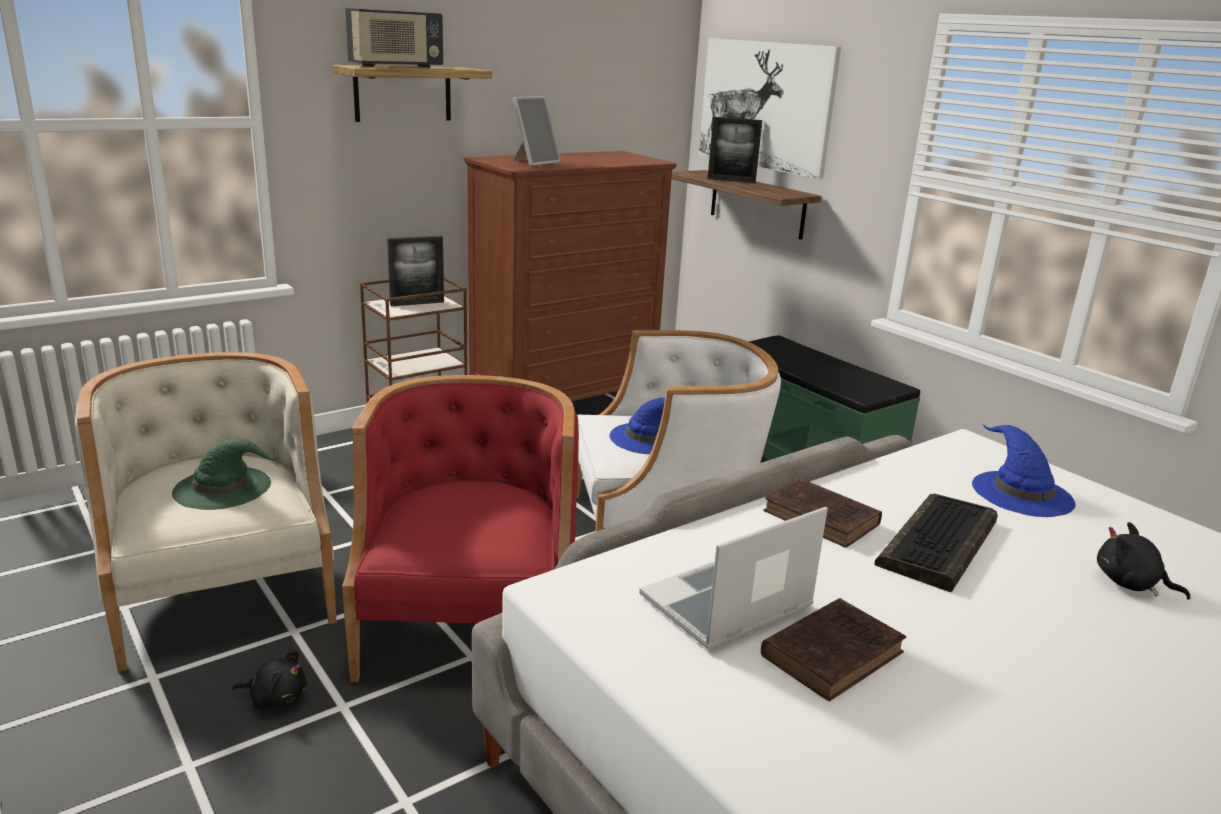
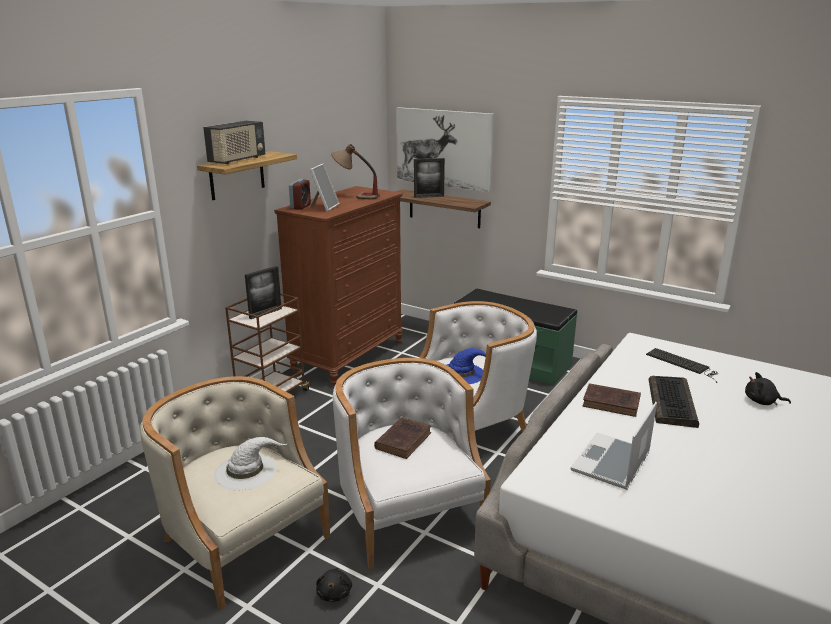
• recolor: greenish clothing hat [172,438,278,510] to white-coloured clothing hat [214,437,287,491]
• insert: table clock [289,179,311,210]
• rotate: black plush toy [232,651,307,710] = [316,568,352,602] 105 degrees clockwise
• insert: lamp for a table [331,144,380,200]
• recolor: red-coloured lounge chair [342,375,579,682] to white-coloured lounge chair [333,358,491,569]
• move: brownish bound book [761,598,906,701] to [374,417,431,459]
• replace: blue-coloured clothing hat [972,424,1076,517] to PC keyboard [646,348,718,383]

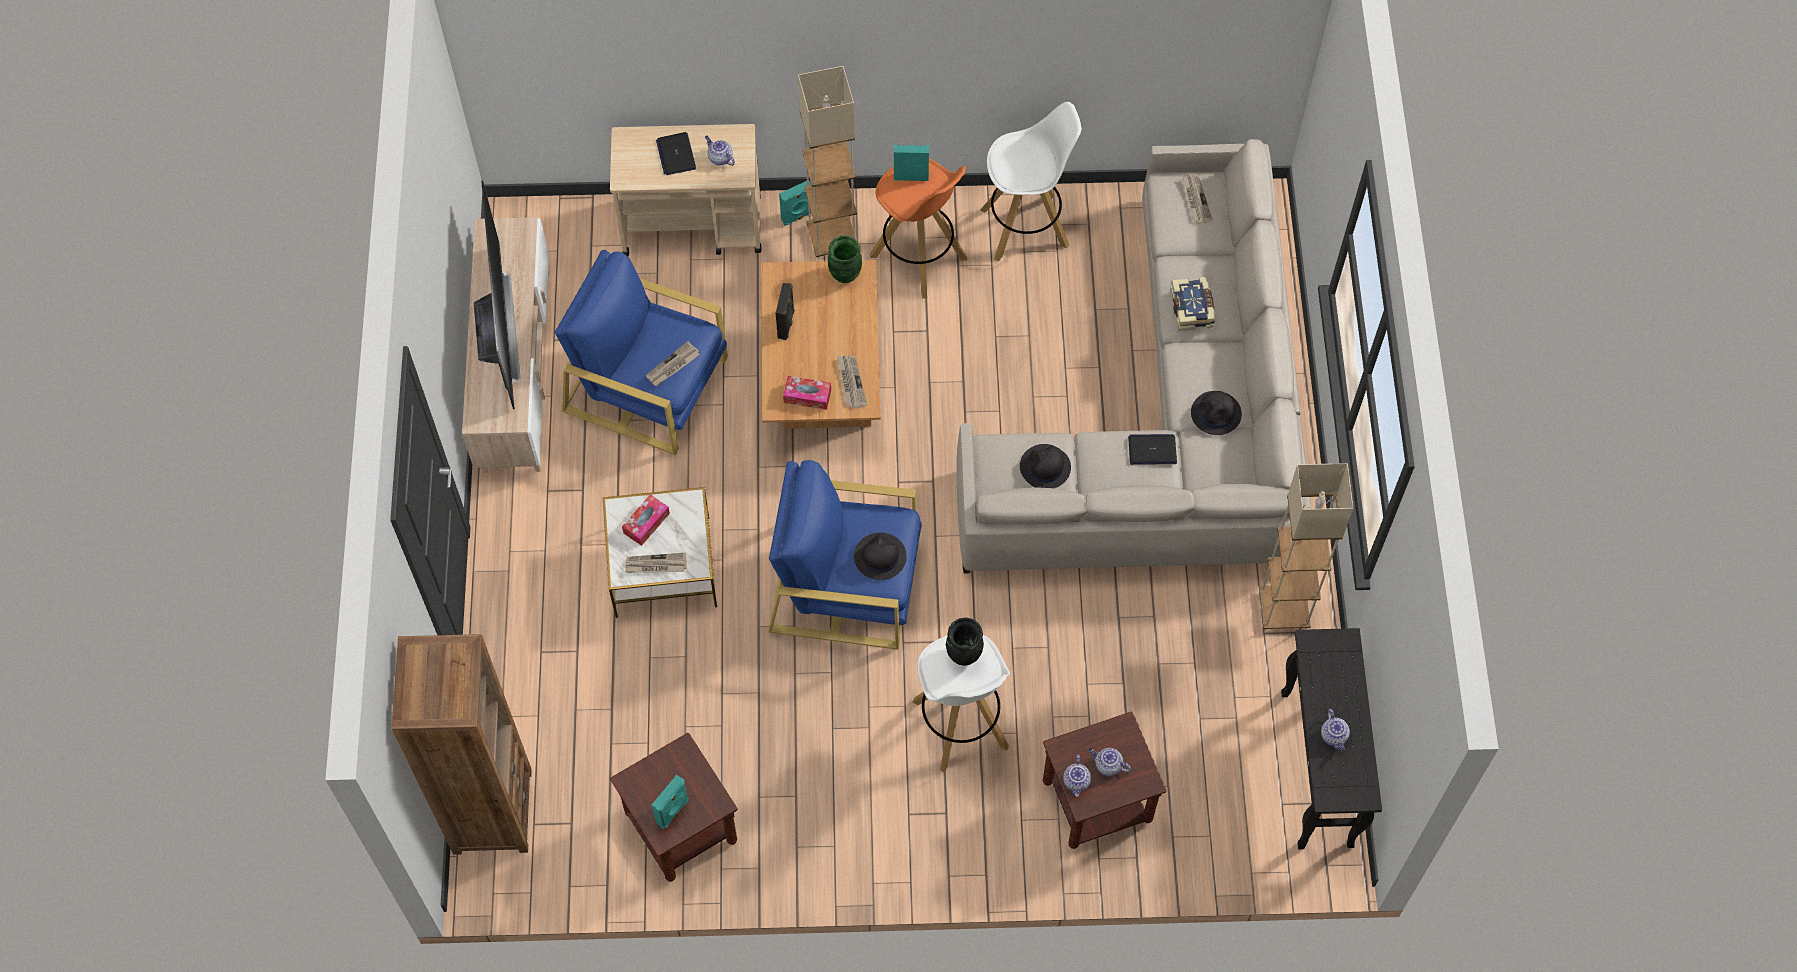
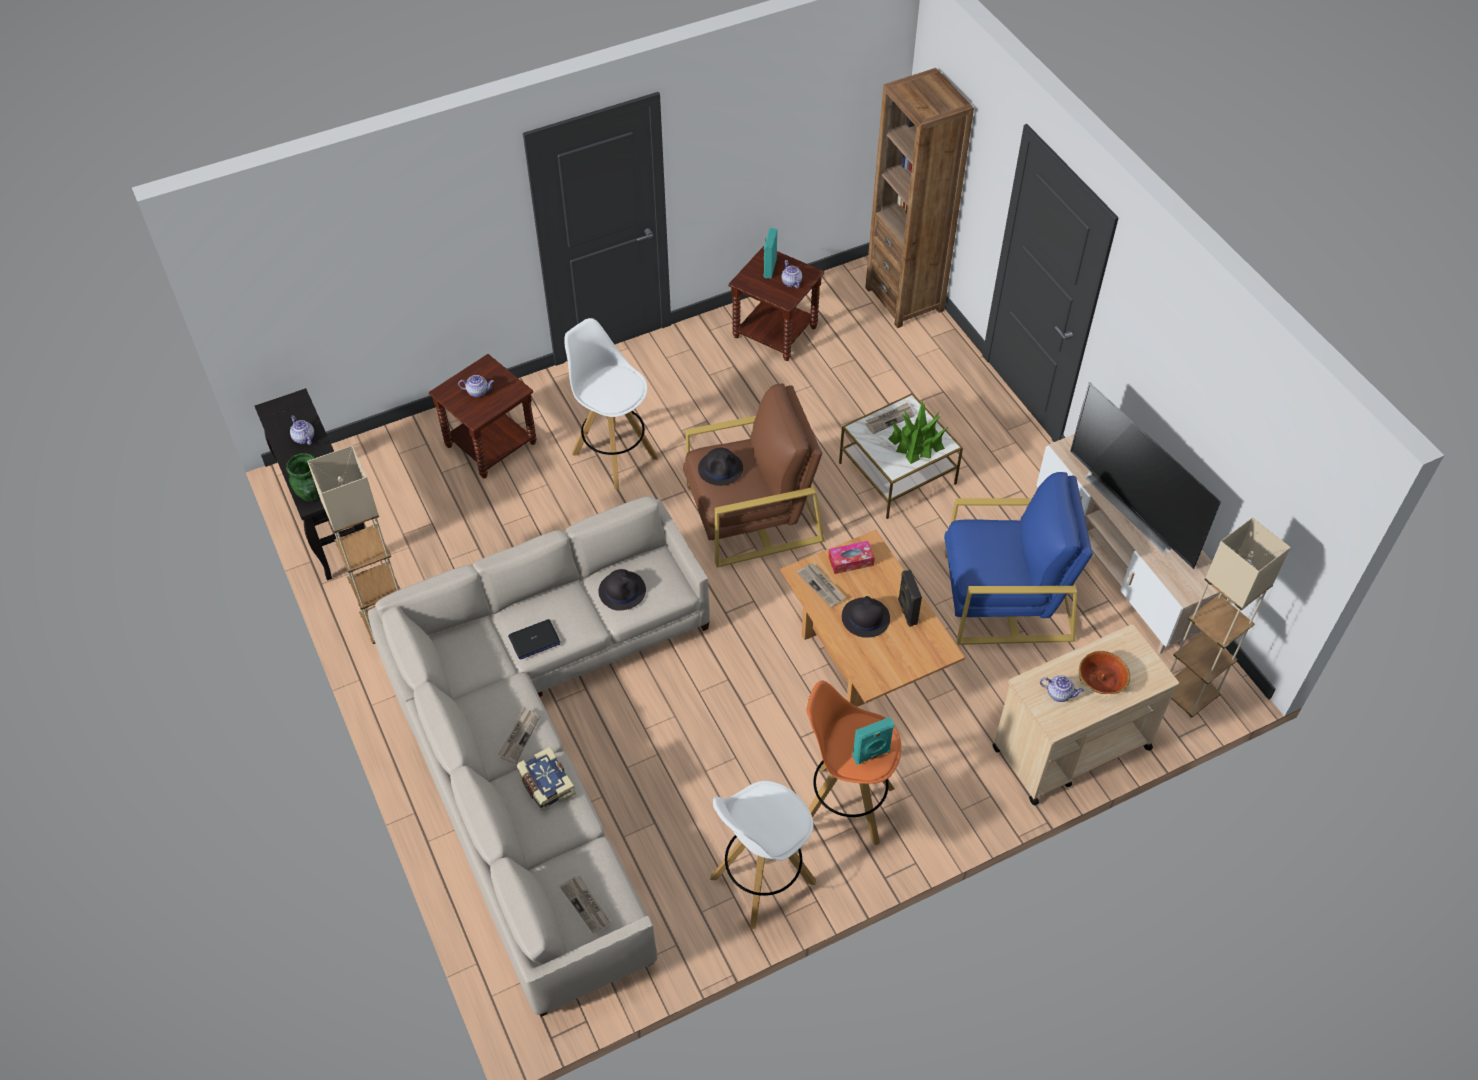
• move: greenish decorative vase [828,236,862,283] to [286,453,320,502]
• move: daily paper [646,341,700,386] to [498,707,541,764]
• recolor: blue-coloured lounge chair [768,460,922,650] to brownish lounge chair [683,384,825,568]
• move: teapot [1063,755,1091,797] to [782,260,802,288]
• move: black clothing hat [1191,391,1242,435] to [842,596,890,638]
• replace: box of tissues [622,494,670,546] to potted plant [888,399,948,464]
• replace: laptop [656,132,696,175] to bowl [1079,651,1130,694]
• move: sand-coloured standing lamp [798,66,857,259] to [1170,517,1291,718]
• delete: blue-green loudspeaker [779,181,812,226]
• delete: black decorative vase [946,617,984,666]

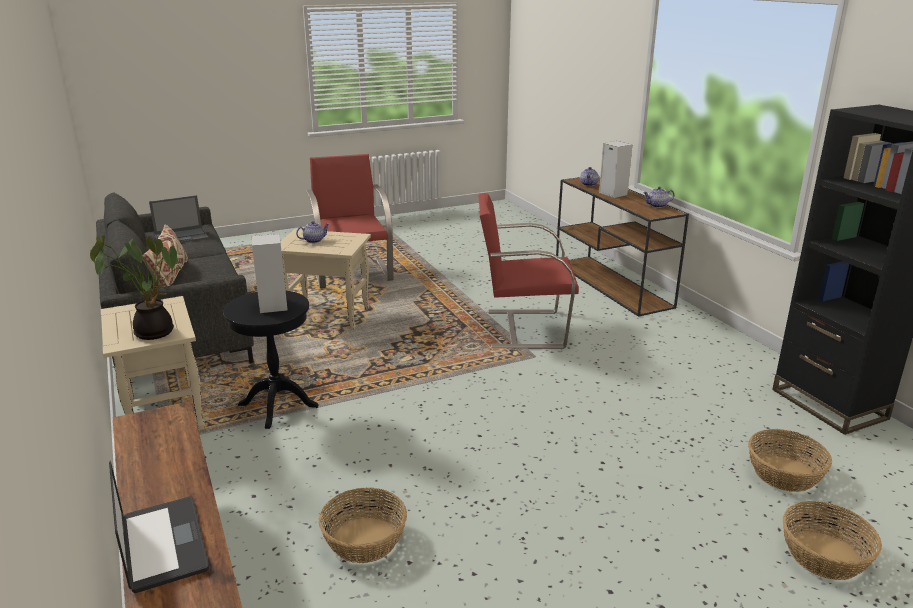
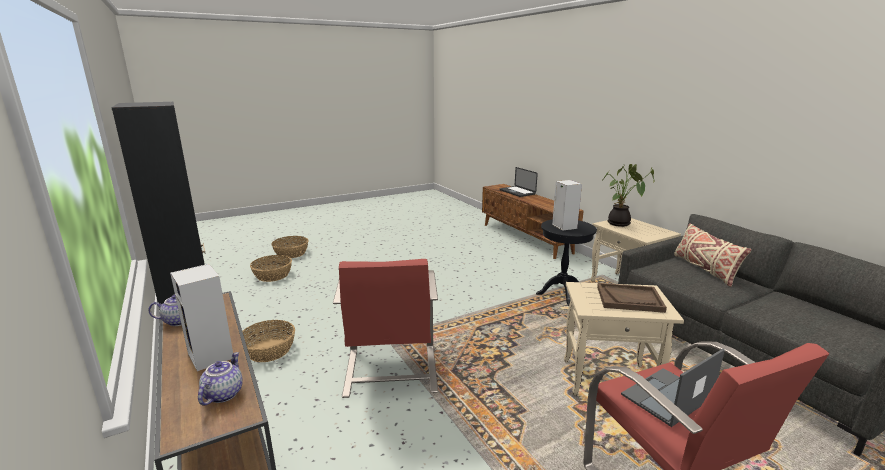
• move: basket [318,487,407,563] to [242,320,295,362]
• rotate: red-coloured lounge chair [478,193,579,349] = [333,259,438,398] 90 degrees clockwise
• replace: teapot [296,221,329,243] to brownish tray [597,283,667,313]
• move: laptop [149,195,209,243] to [621,349,725,427]

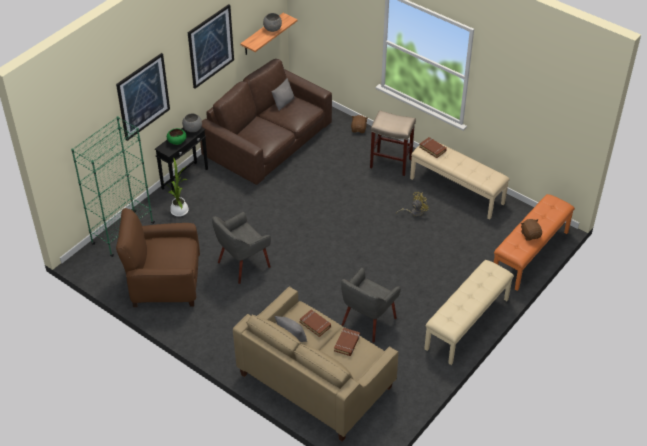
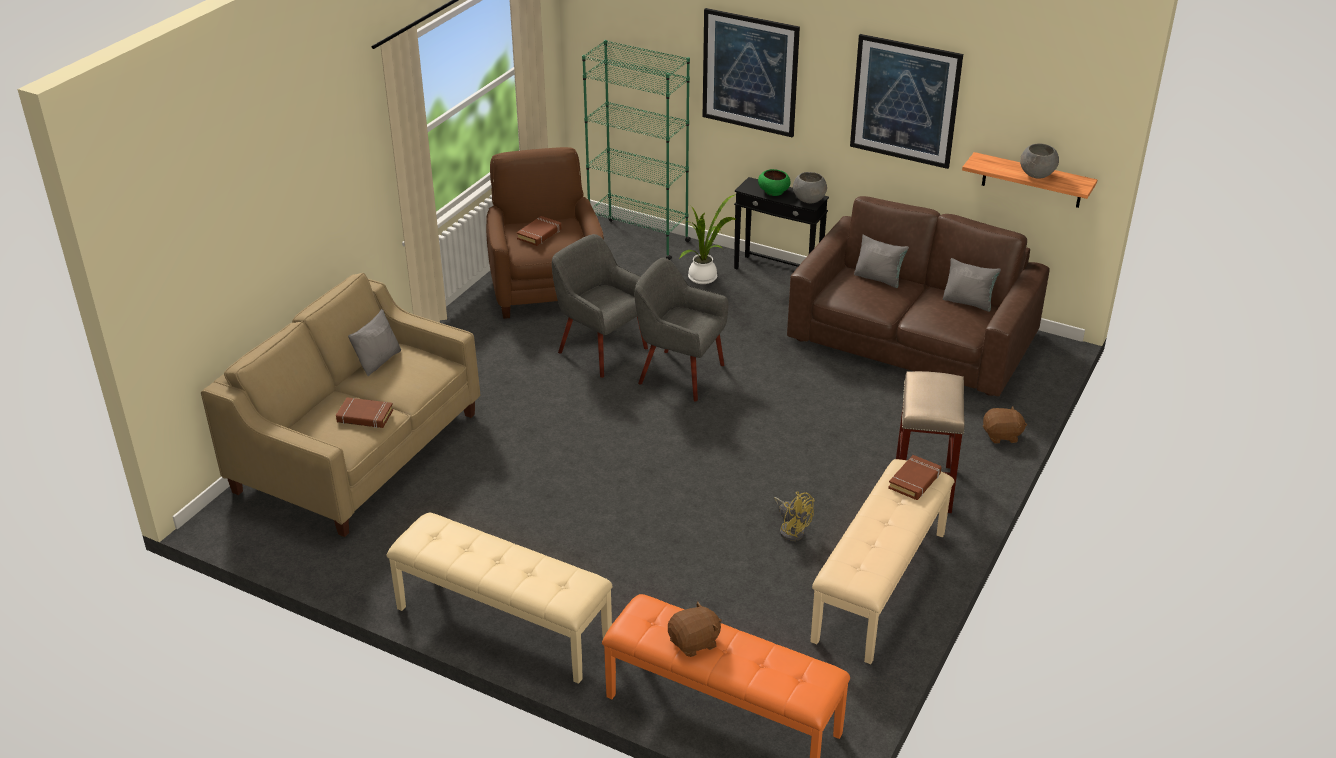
• move: brownish bound book [299,310,331,337] to [517,216,561,246]
• move: gray lounge chair [341,268,401,343] to [635,258,728,401]
• insert: gray cushion [854,235,909,288]

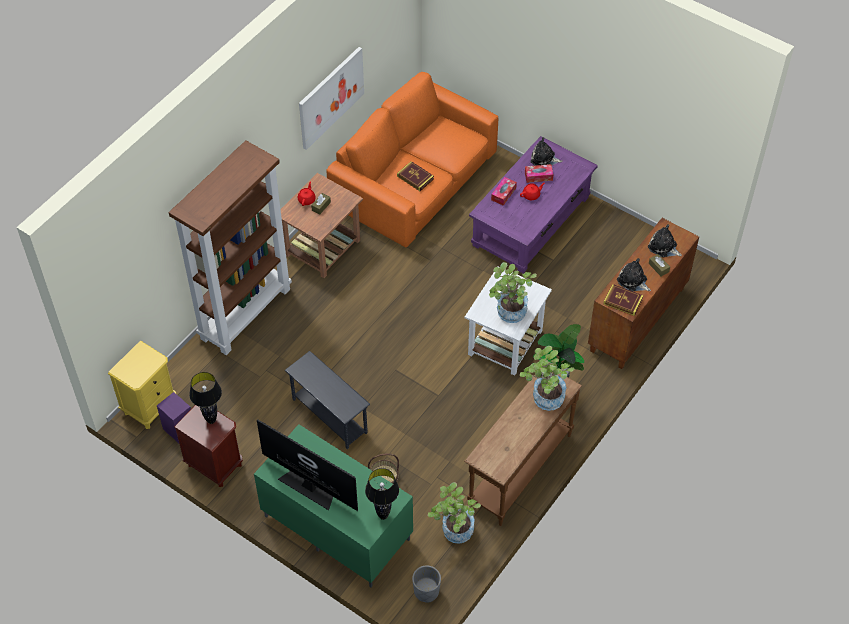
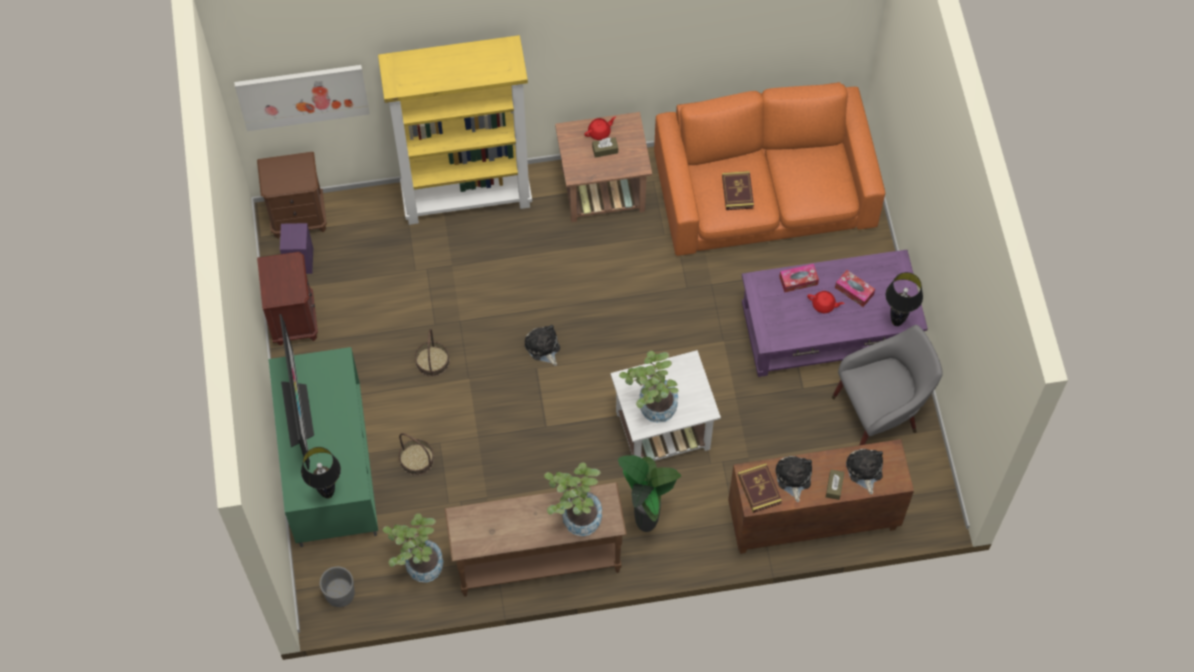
• move: wall picture [299,47,364,150] to [234,65,370,131]
• recolor: yellowish night table [108,341,176,429] to brownish night table [257,152,327,239]
• recolor: brownish bookcase [169,140,292,355] to yellowish bookcase [378,35,532,225]
• replace: gray accent table [285,351,370,449] to basket [415,329,449,377]
• move: plush toy [530,137,563,166] to [525,325,560,366]
• insert: gray lounge chair [832,325,943,445]
• move: black lamp for a table [189,372,222,424] to [886,272,923,326]

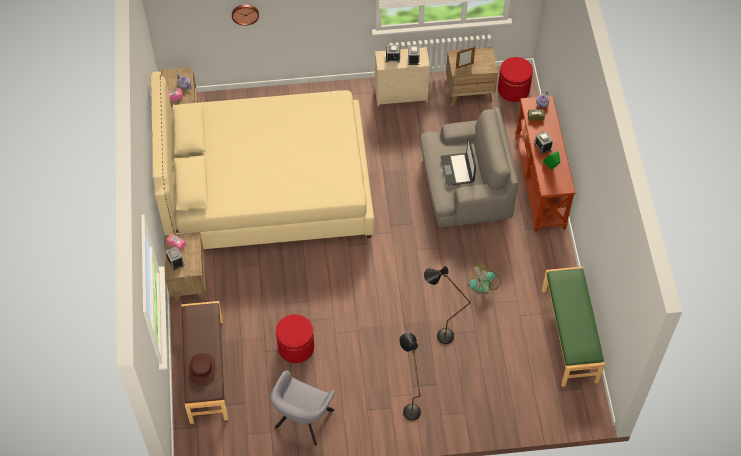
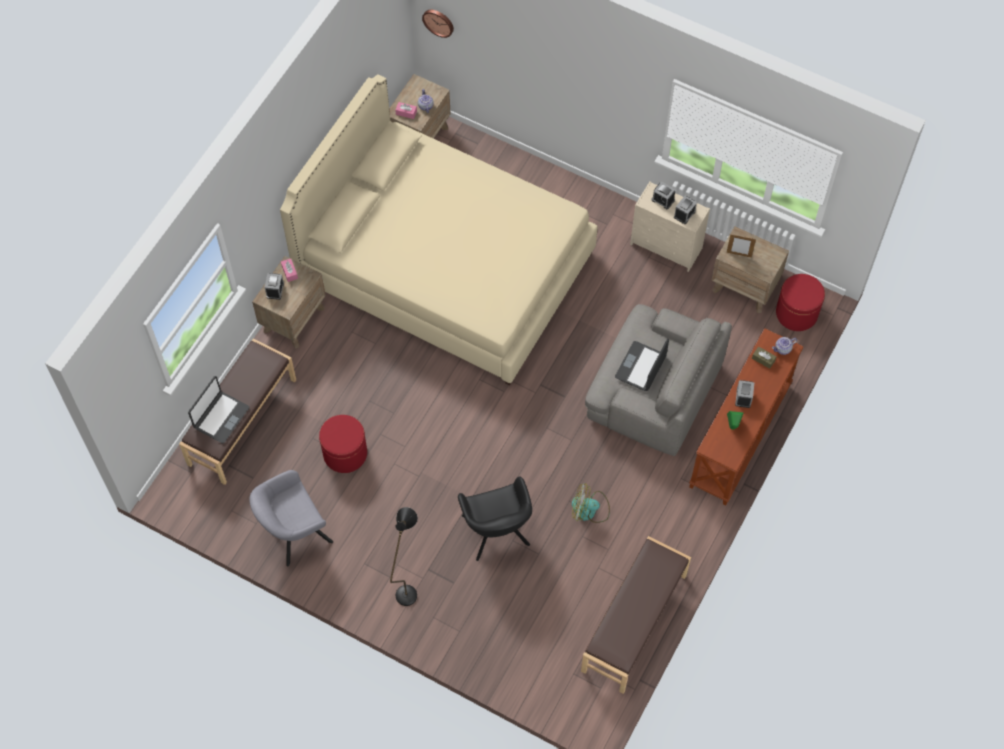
• replace: brownish clothing hat [189,353,215,386] to laptop [188,376,249,444]
• move: hanging clock [232,5,259,26] to [422,10,454,38]
• replace: black standing lamp [424,266,470,344] to black lounge chair [458,477,532,561]
• recolor: greenish long seat [542,267,605,387] to brownish long seat [581,536,691,694]

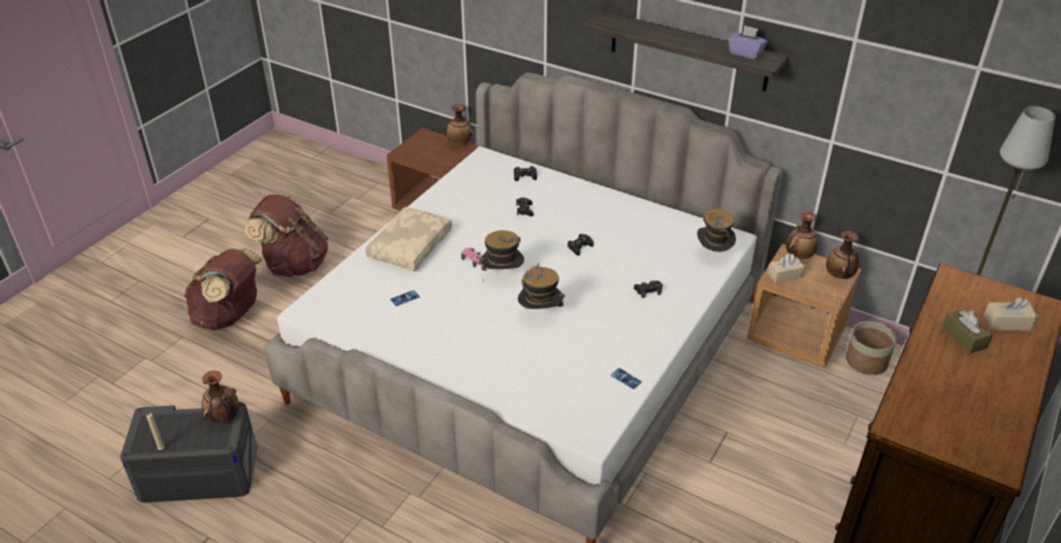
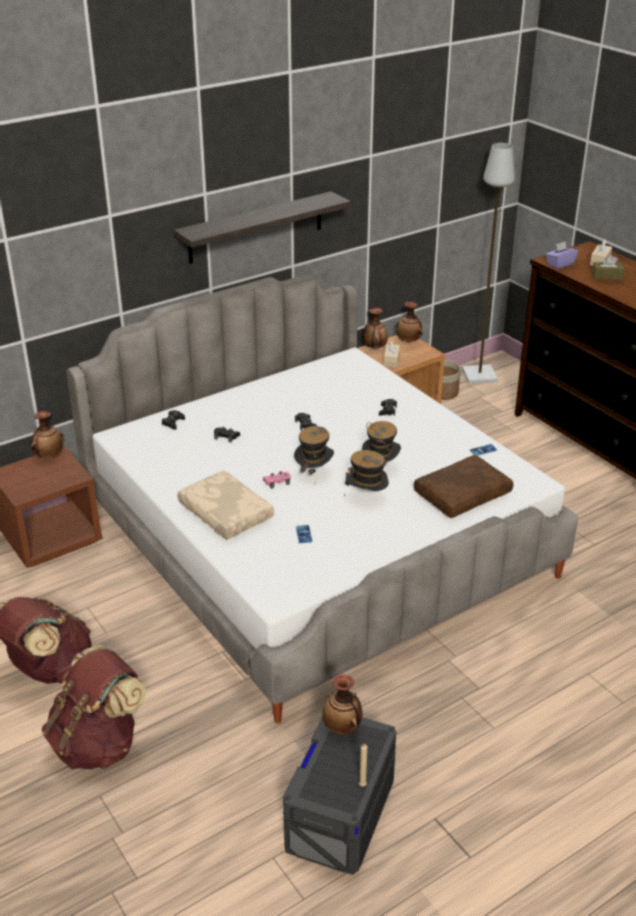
• move: clothing hat [697,209,736,252] to [345,450,389,491]
• insert: brownish cushion [414,455,513,518]
• move: purple box of tissues [728,25,768,60] to [546,241,578,269]

